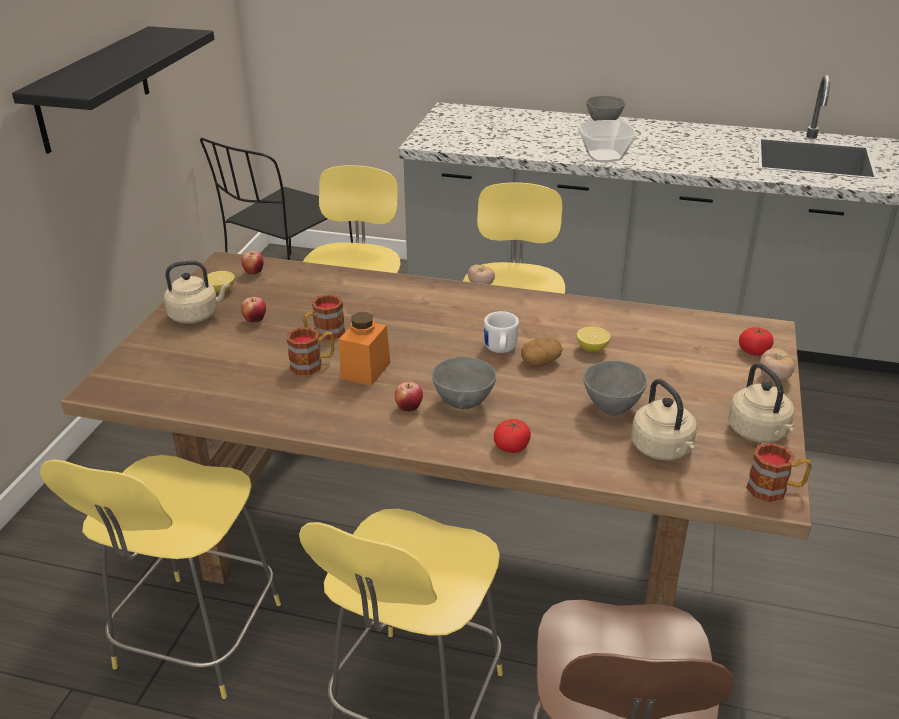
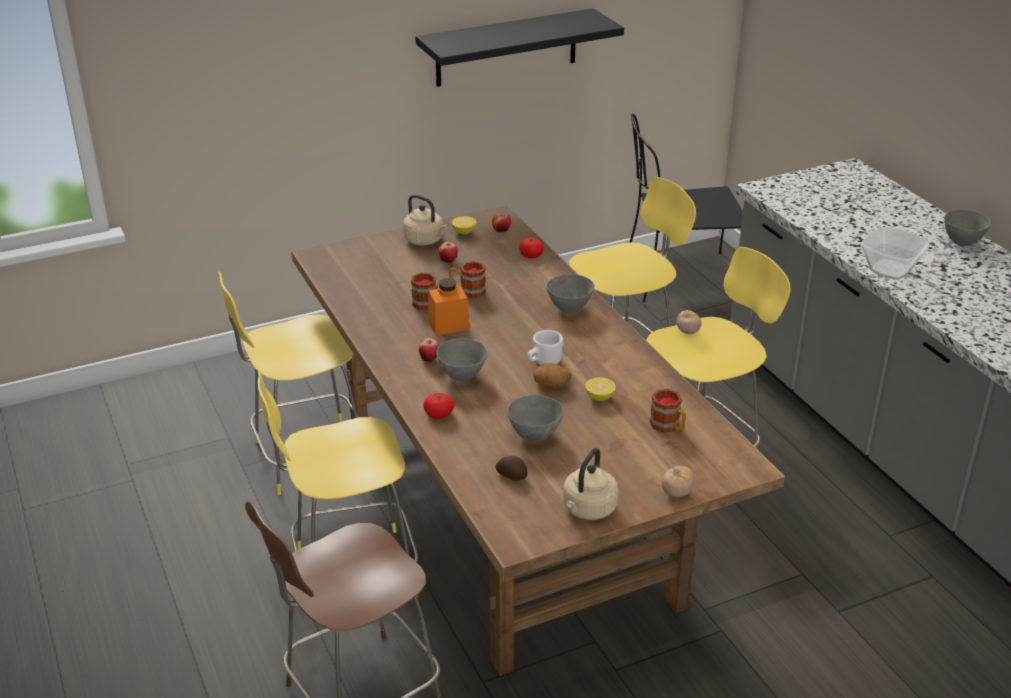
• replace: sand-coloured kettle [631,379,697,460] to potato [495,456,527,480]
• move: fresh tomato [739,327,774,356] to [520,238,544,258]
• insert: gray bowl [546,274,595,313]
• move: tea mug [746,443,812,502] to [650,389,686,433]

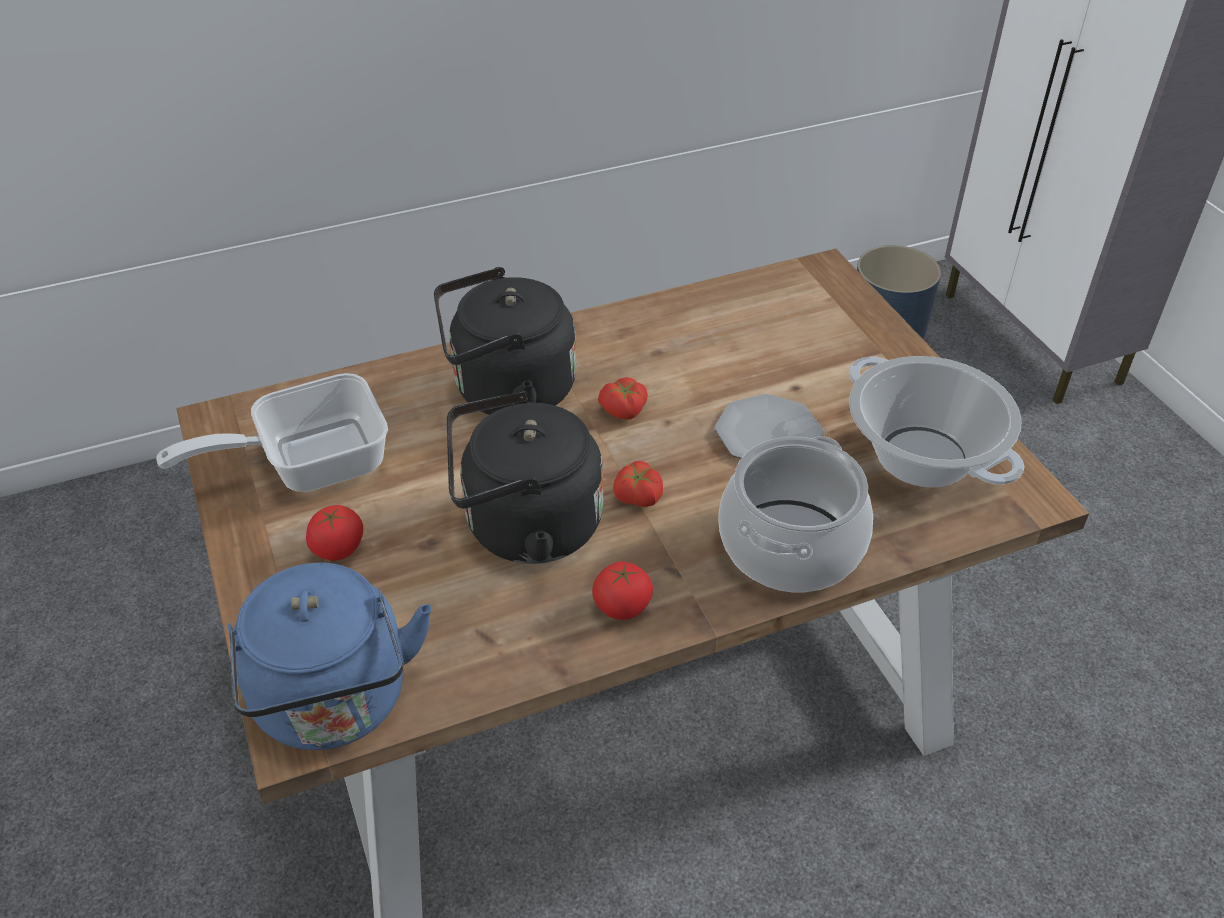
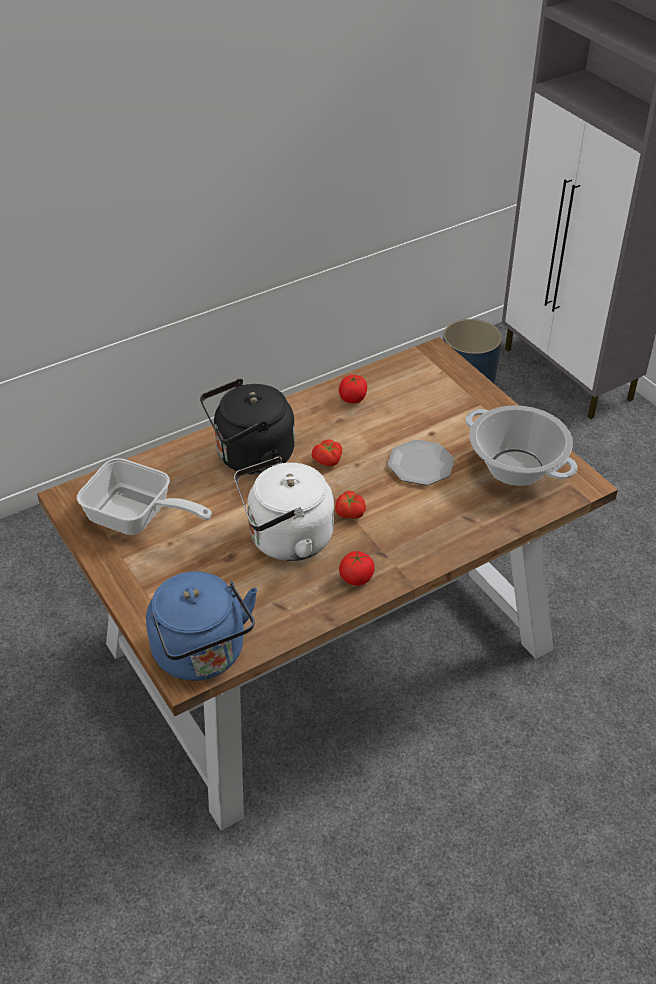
• rotate: pan [156,373,388,492] = [77,458,212,535] 120 degrees counterclockwise
• recolor: black kettle [447,391,603,564] to white-coloured kettle [234,457,334,561]
• move: fresh tomato [306,505,363,561] to [339,375,367,403]
• delete: stockpot [718,436,873,592]

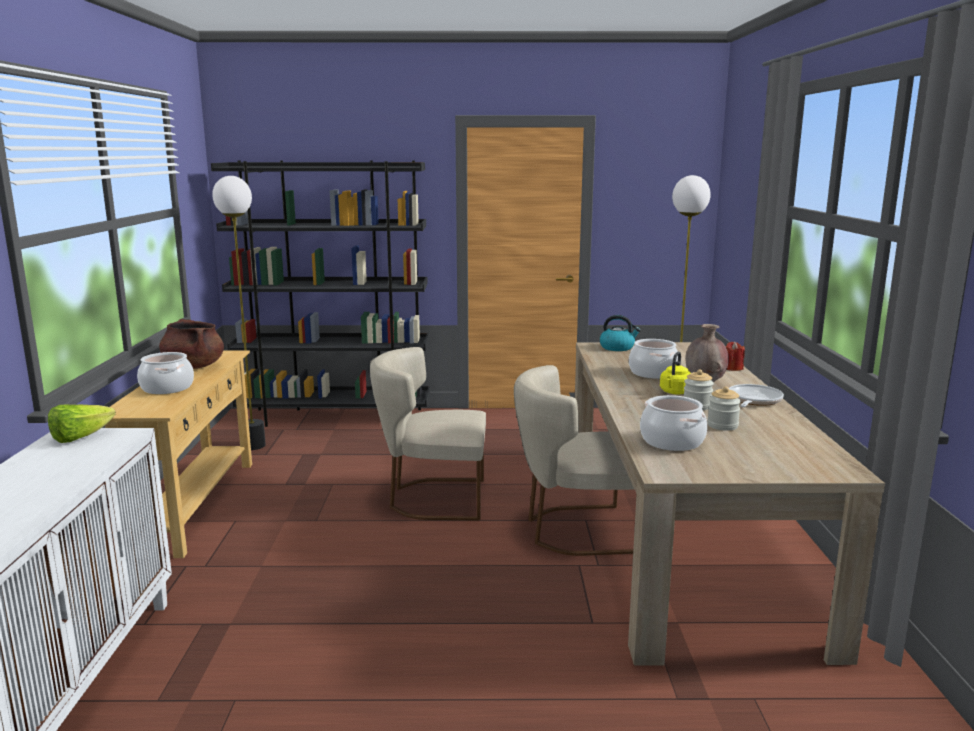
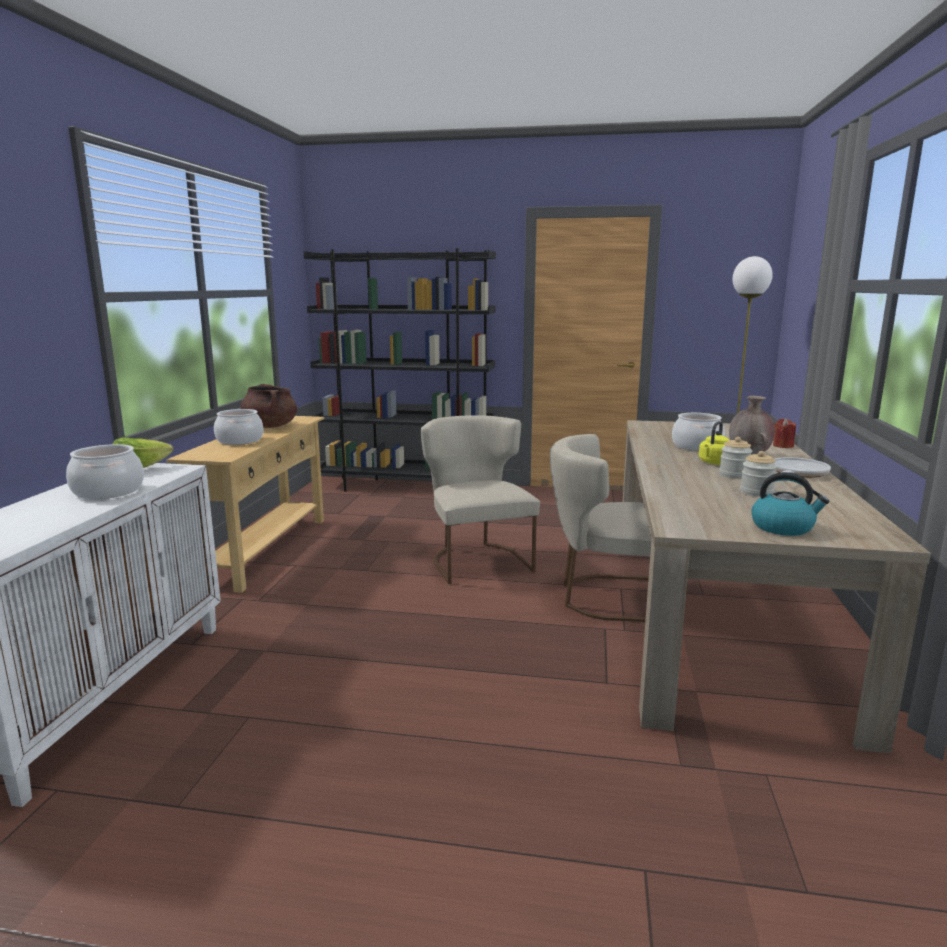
• move: stockpot [640,395,707,451] to [66,444,144,499]
• rotate: sand-coloured chair [370,347,486,521] = [421,415,540,584] 60 degrees clockwise
• move: kettle [600,315,641,351] to [751,472,830,536]
• delete: standing lamp [212,176,266,450]

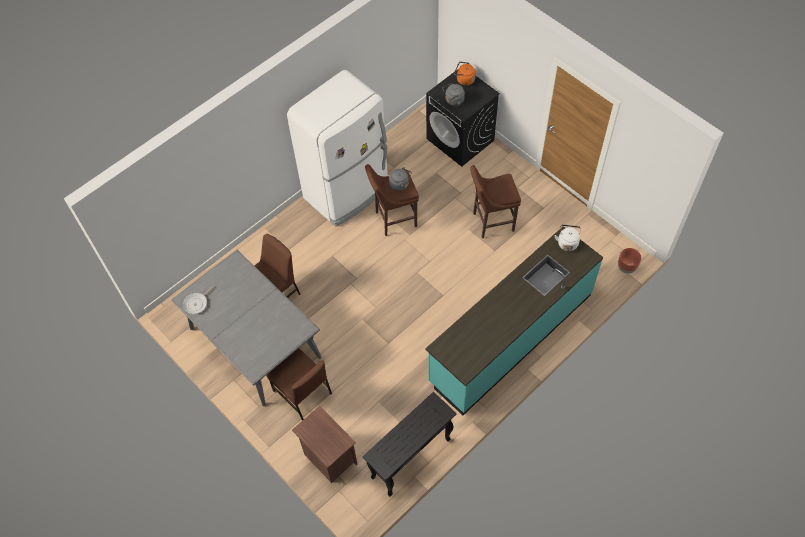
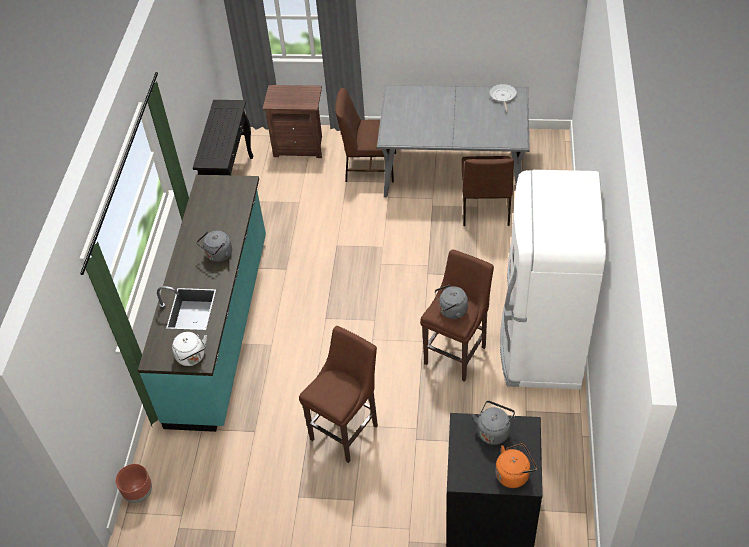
• insert: gray kettle [197,230,232,262]

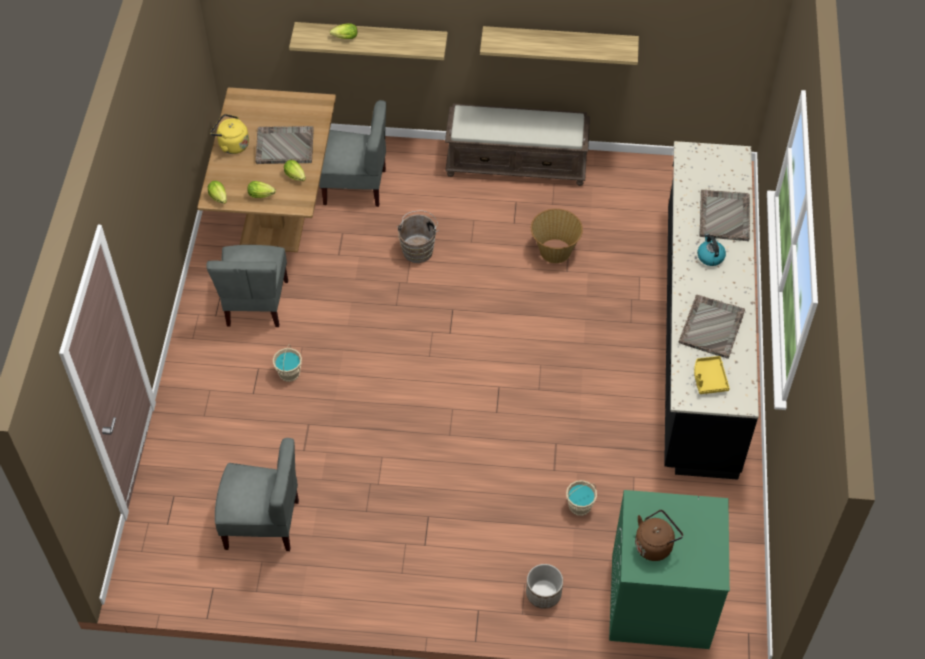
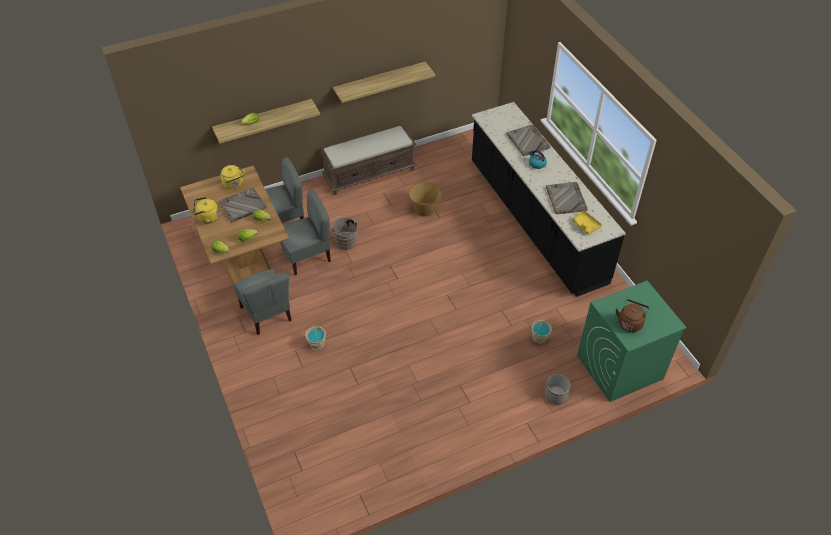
• insert: yellowish kettle [221,165,245,189]
• move: gray chair [215,438,299,551] to [280,190,331,275]

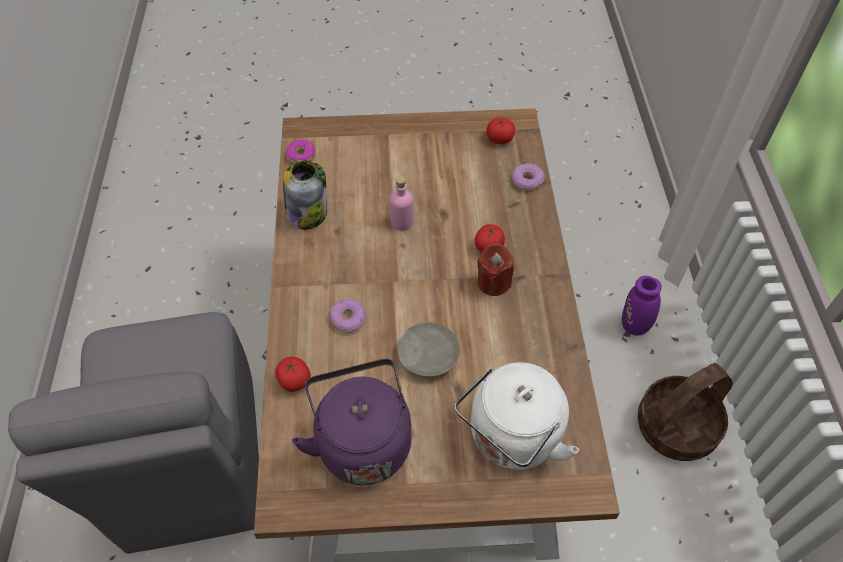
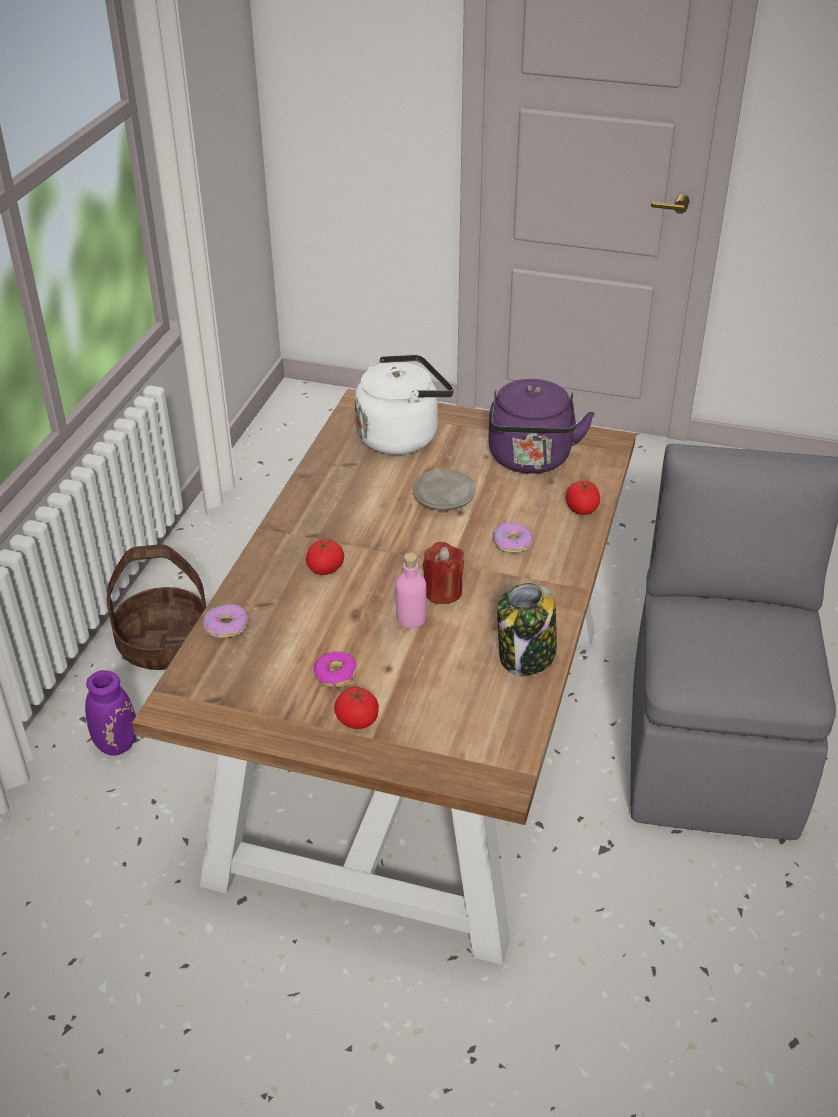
• move: doughnut [286,139,315,164] to [314,651,357,688]
• move: fresh tomato [486,118,515,144] to [334,687,379,729]
• move: red-coloured candle [477,243,514,296] to [423,542,464,604]

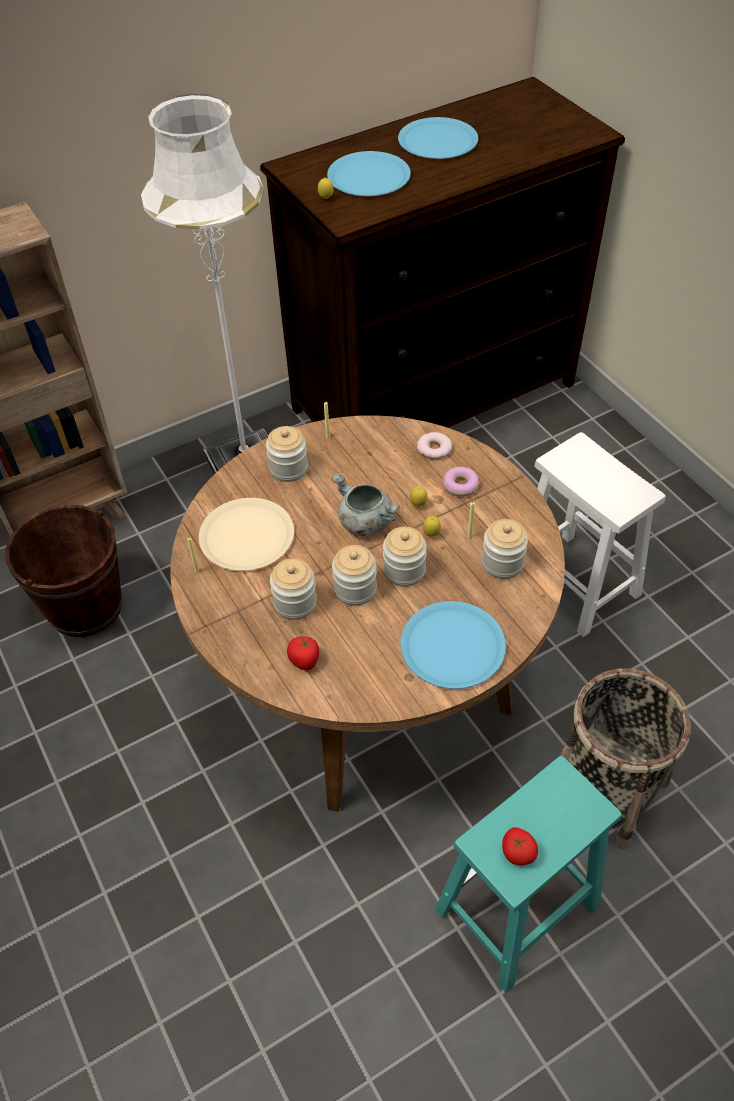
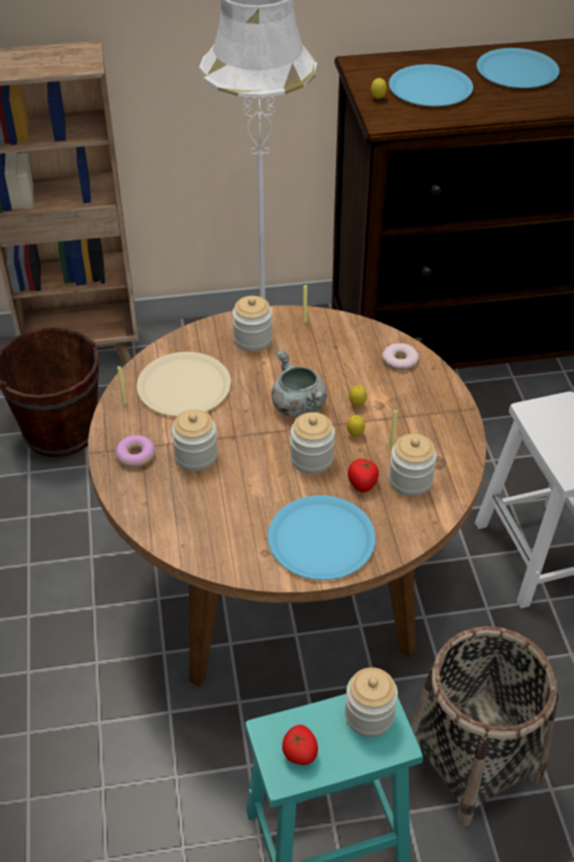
• move: doughnut [443,467,479,497] to [115,435,155,468]
• move: preserve jar [332,545,377,606] to [345,667,398,737]
• move: fresh tomato [287,636,319,670] to [348,459,379,492]

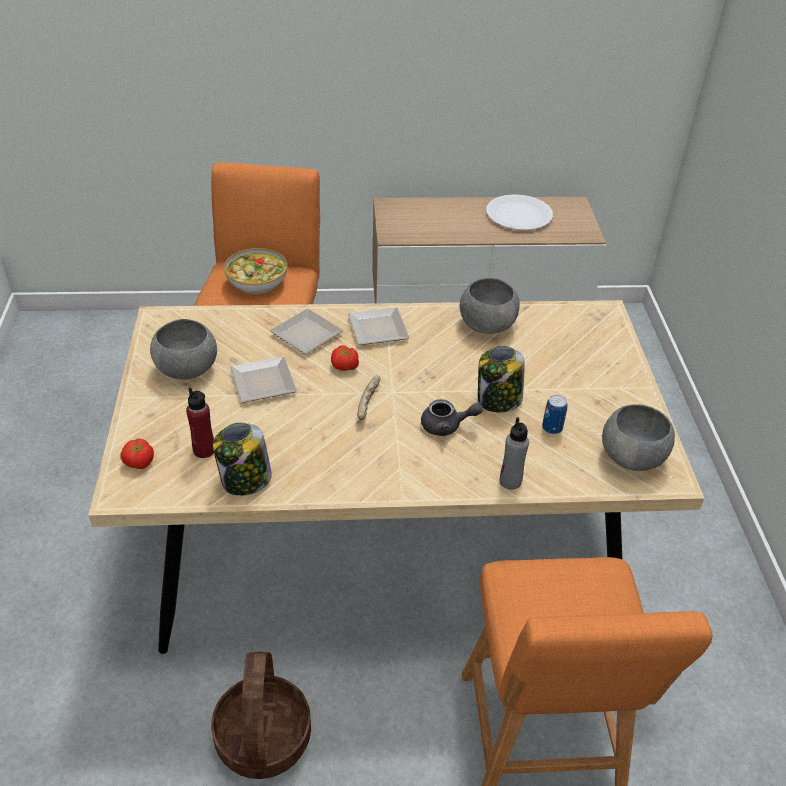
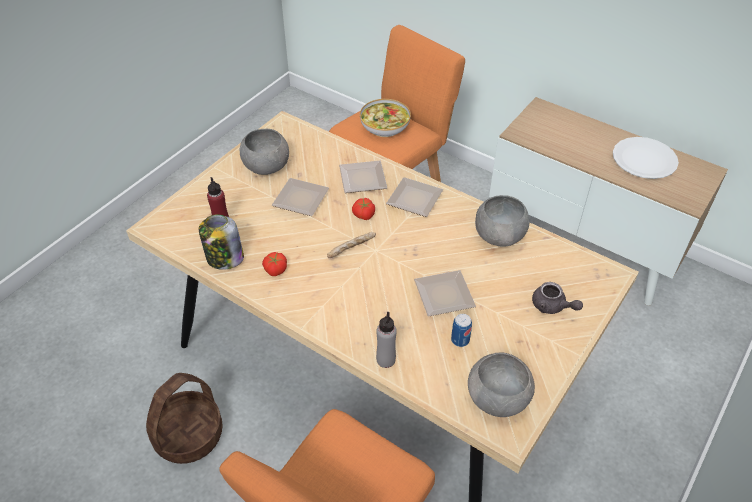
• move: fresh tomato [121,438,154,469] to [262,252,287,276]
• replace: preserve jar [478,346,525,413] to dinner plate [414,270,476,316]
• move: gray teapot [421,399,483,436] to [532,282,583,314]

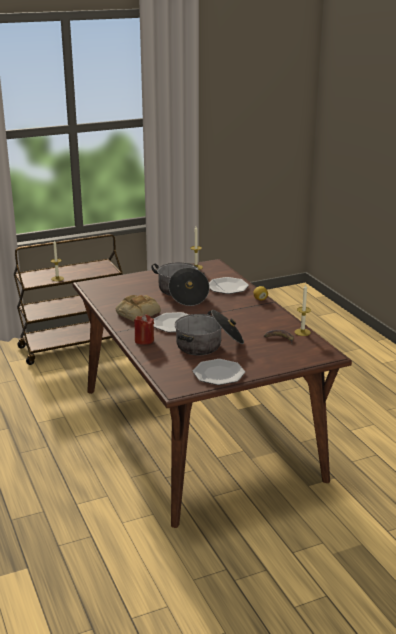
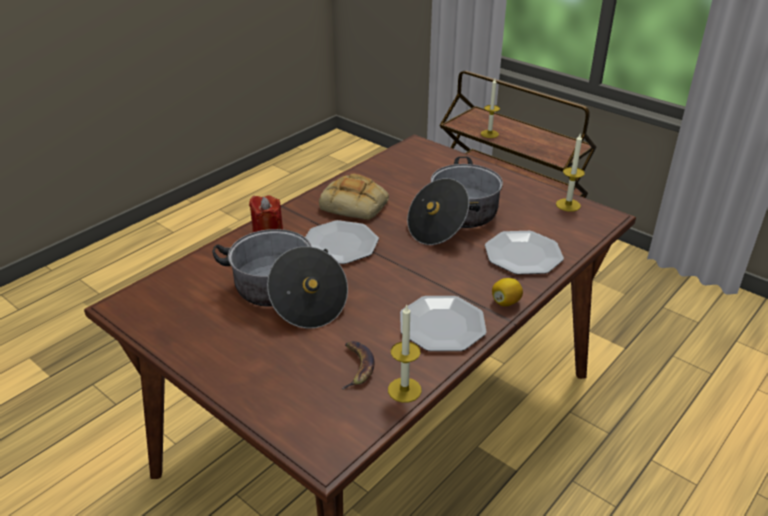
• move: dinner plate [193,359,245,385] to [400,296,486,351]

